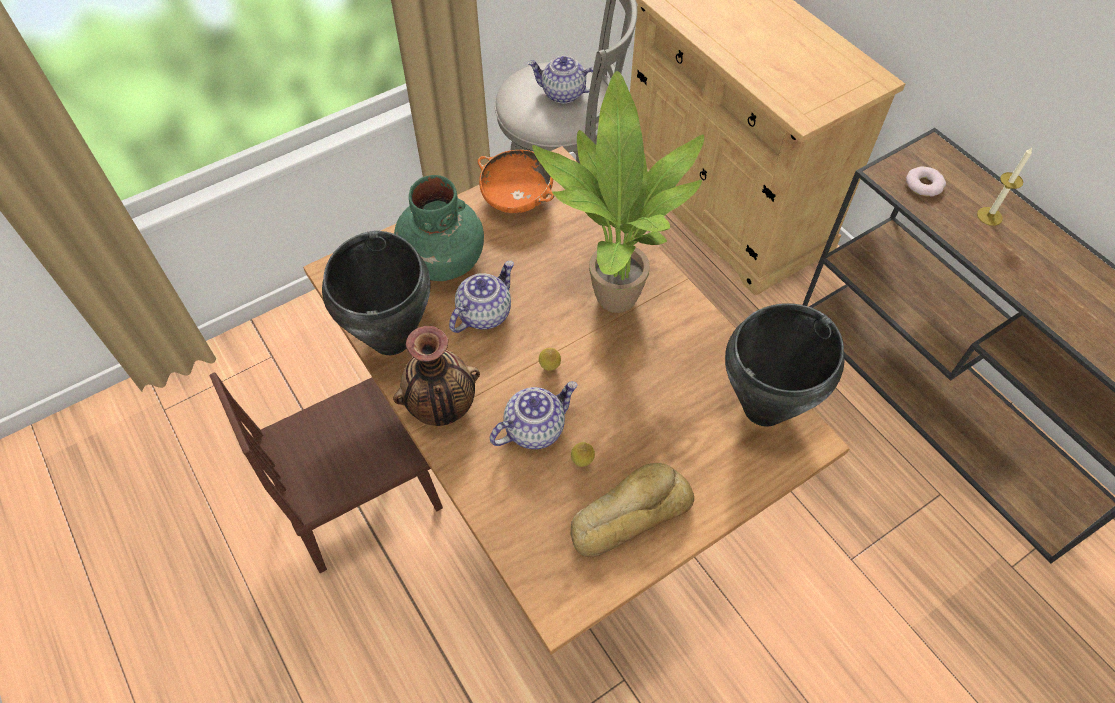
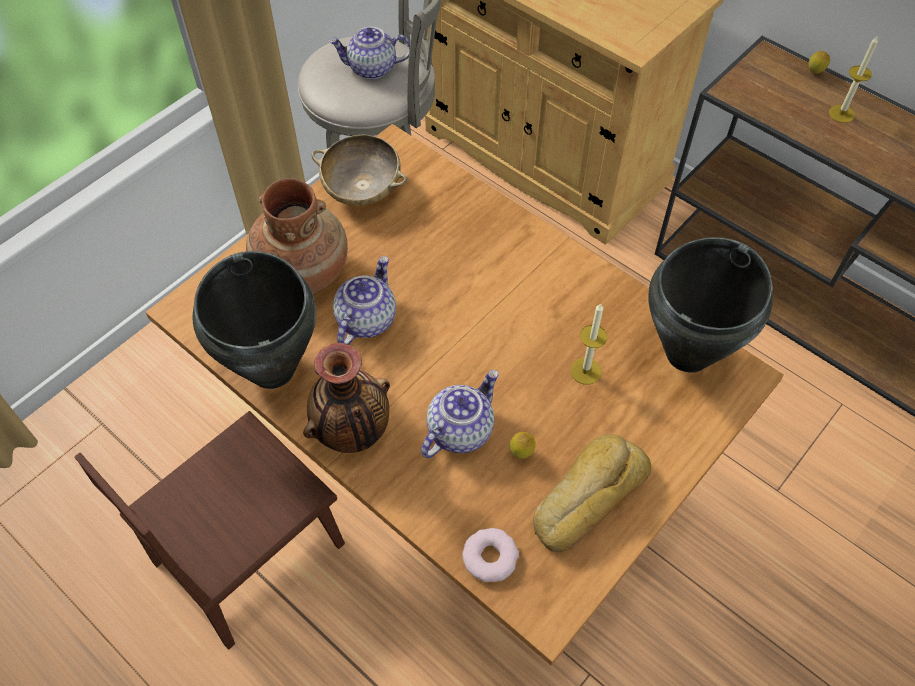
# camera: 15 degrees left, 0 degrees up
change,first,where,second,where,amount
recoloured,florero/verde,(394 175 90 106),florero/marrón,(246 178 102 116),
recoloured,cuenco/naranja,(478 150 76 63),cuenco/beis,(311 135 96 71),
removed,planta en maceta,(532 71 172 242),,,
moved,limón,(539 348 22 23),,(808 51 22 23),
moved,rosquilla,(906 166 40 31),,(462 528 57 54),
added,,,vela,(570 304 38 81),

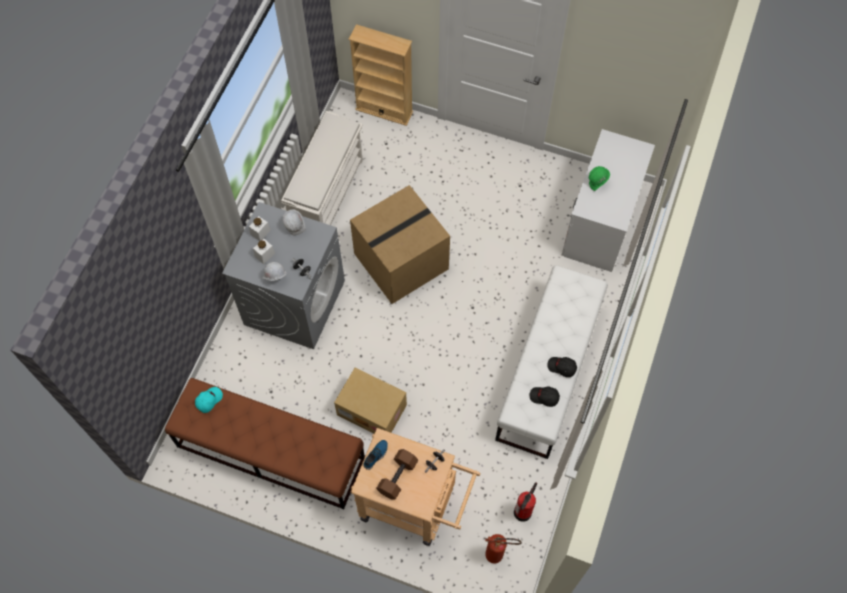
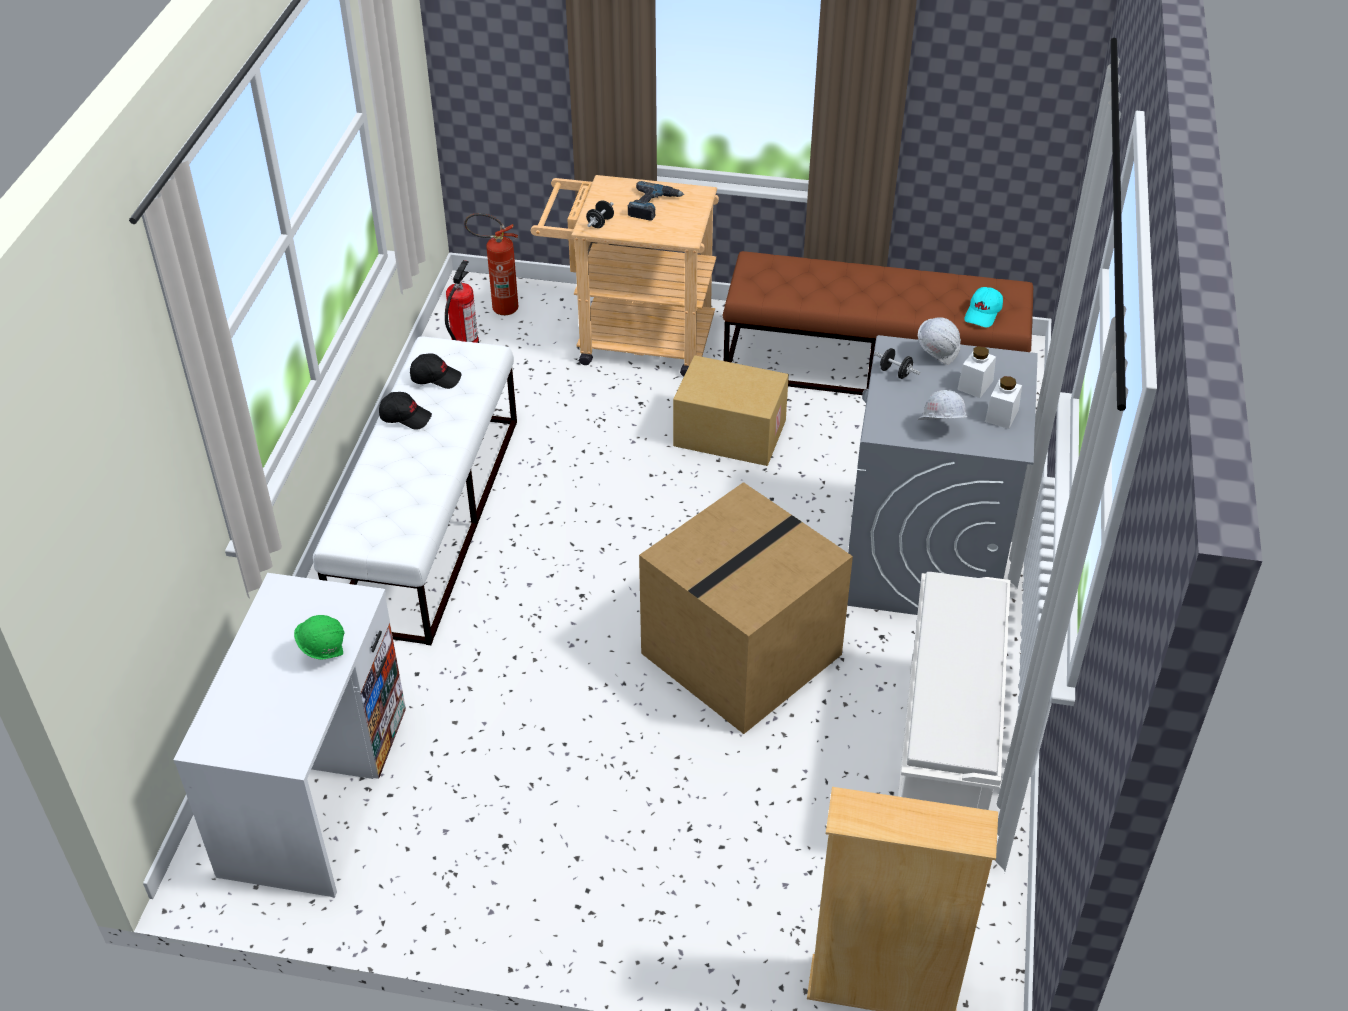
# camera: 170 degrees right, 20 degrees down
change,first,where,second,where,amount
removed,zapato,(363 440 25 30),,,
replaced,mancuerna/marrón,(376 449 42 51),taladro,(628 181 56 39),

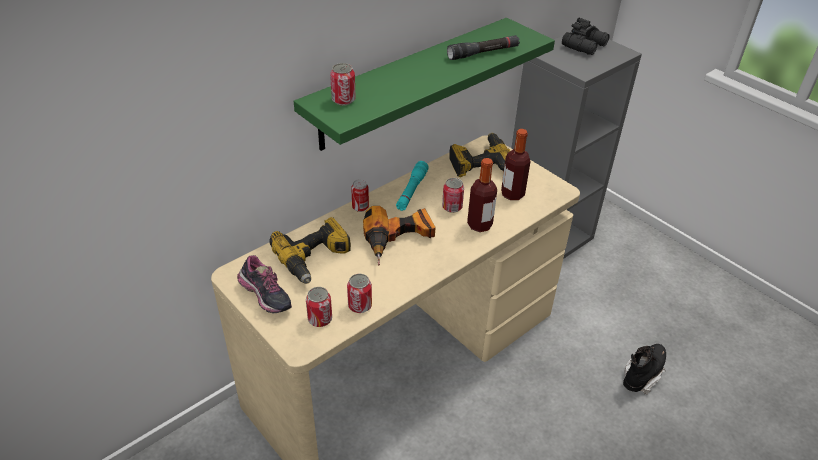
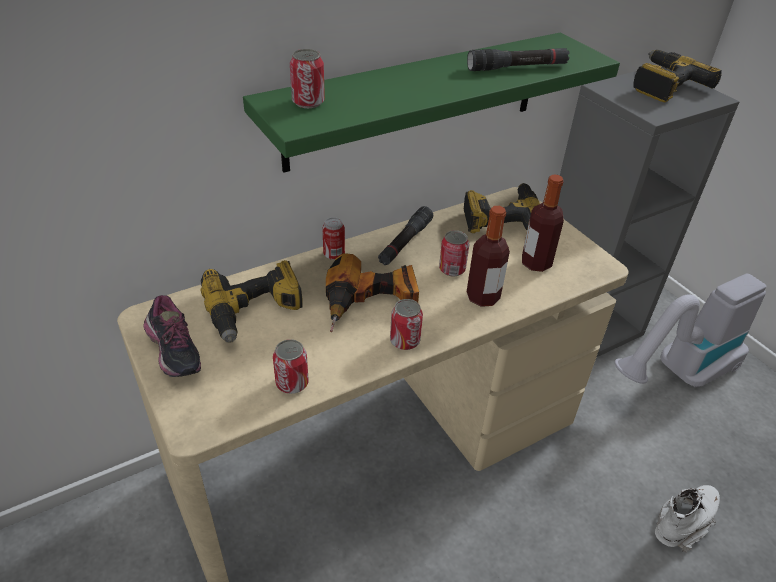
# camera: 10 degrees right, 0 degrees up
change,first,where,second,where,amount
moved,lata,(306 287 26 40),,(390 299 33 51),
recoloured,linterna/turquesa,(396 161 33 50),linterna/negro,(378 206 55 59),
replaced,prismáticos/negro,(562 17 47 38),taladro,(633 50 89 52),
recoloured,bota/negro,(623 344 43 51),bota/blanco,(655 485 65 68),
added,,,aspiradora,(614 274 152 114),

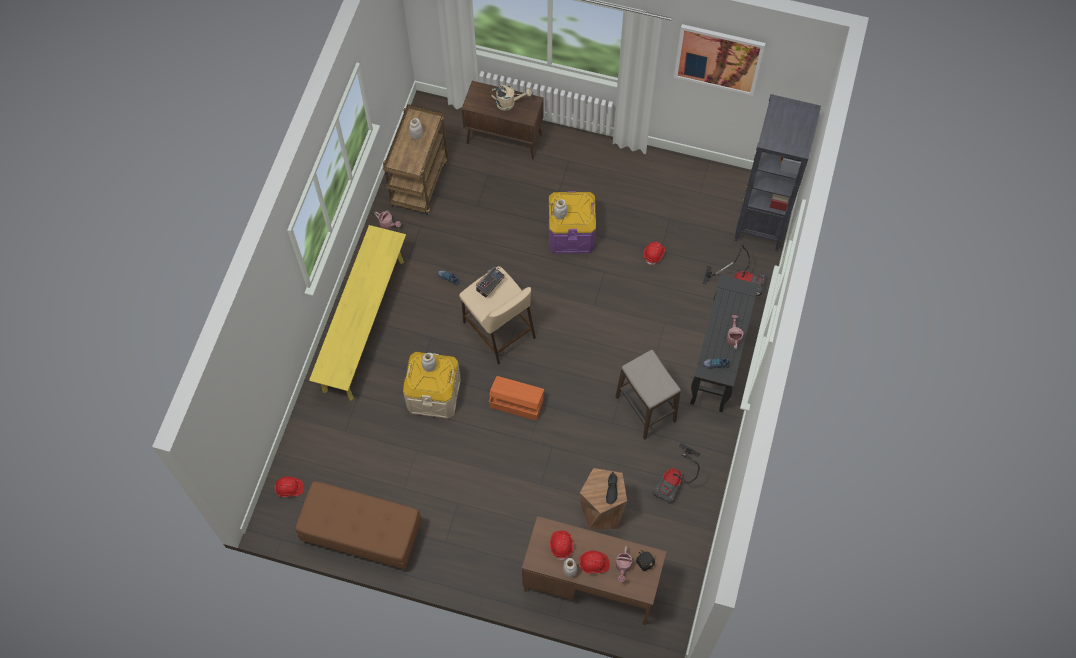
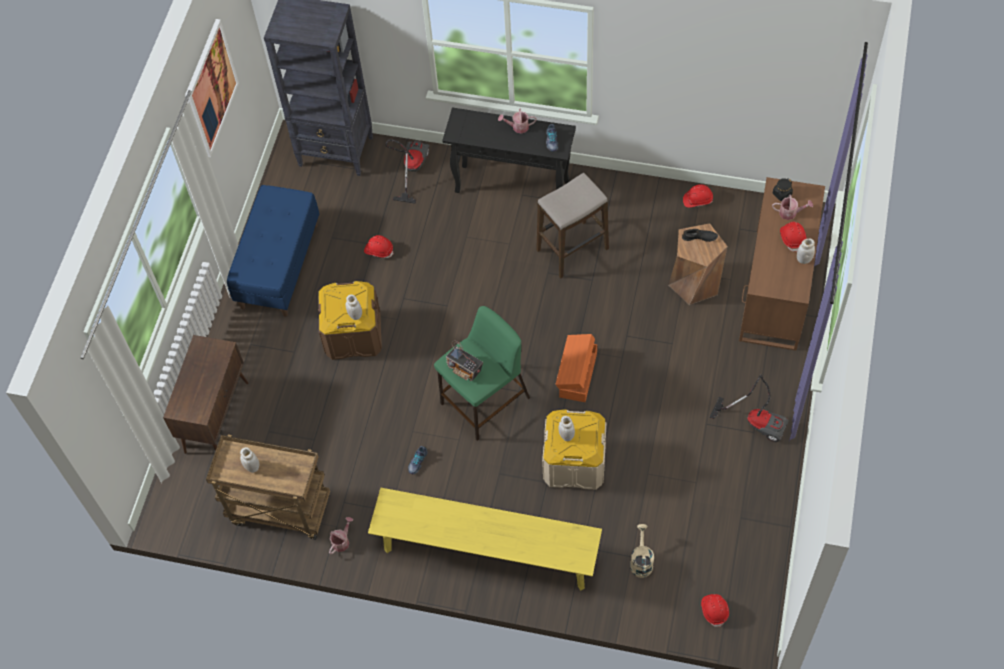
# camera: 90 degrees left, 5 degrees down
change,first,where,second,where,amount
removed,banco/marrón,(295 481 127 89),,,
recoloured,taburete/beis,(459 266 77 99),taburete/verde,(434 306 96 135),
moved,regadera/beis,(491 85 41 25),,(630 524 24 54),
recoloured,caja de almacenaje/morado,(549 191 47 63),caja de almacenaje/marrón,(318 281 64 79),
moved,casco/rojo,(550 531 23 30),,(683 184 30 23),
moved,aspiradora,(652 443 48 61),,(709 374 79 68),
added,,,banco/azul,(227 185 92 132),

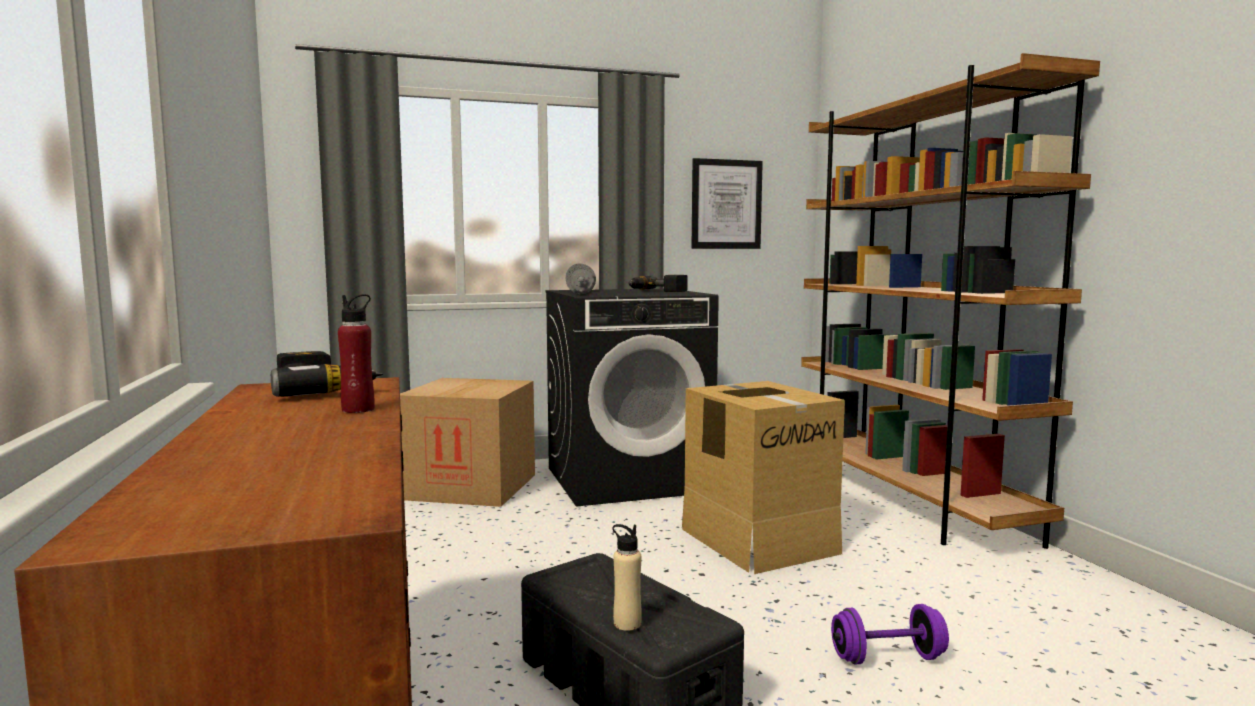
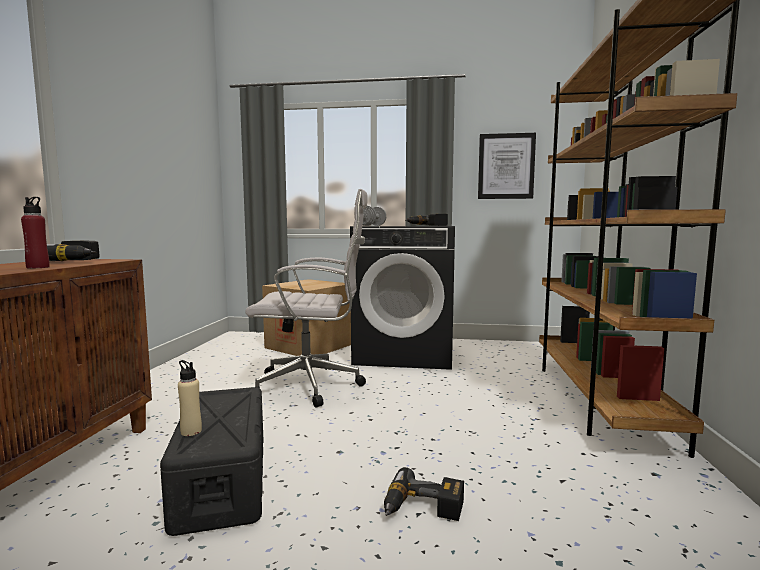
# camera: 25 degrees right, 0 degrees up
change,first,where,second,where,amount
removed,caja de cartón,(682 381 163 193),,,
replaced,mancuerna/morado,(831 604 118 60),taladro,(384 467 80 54),
added,,,silla de oficina/blanco,(245 189 123 219),

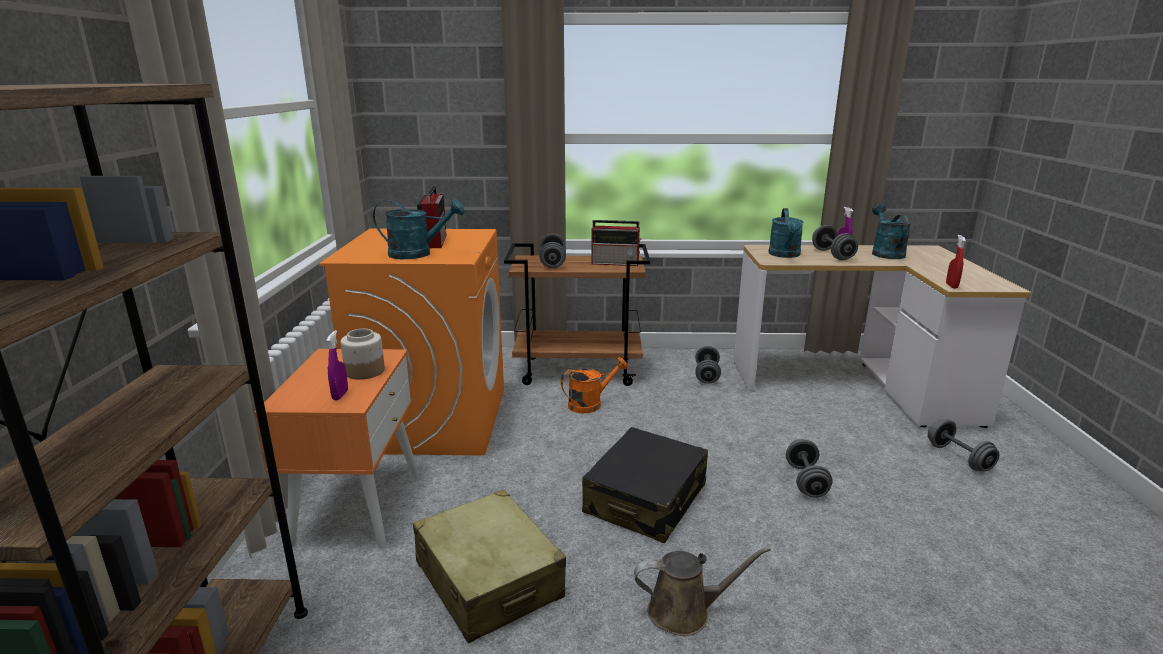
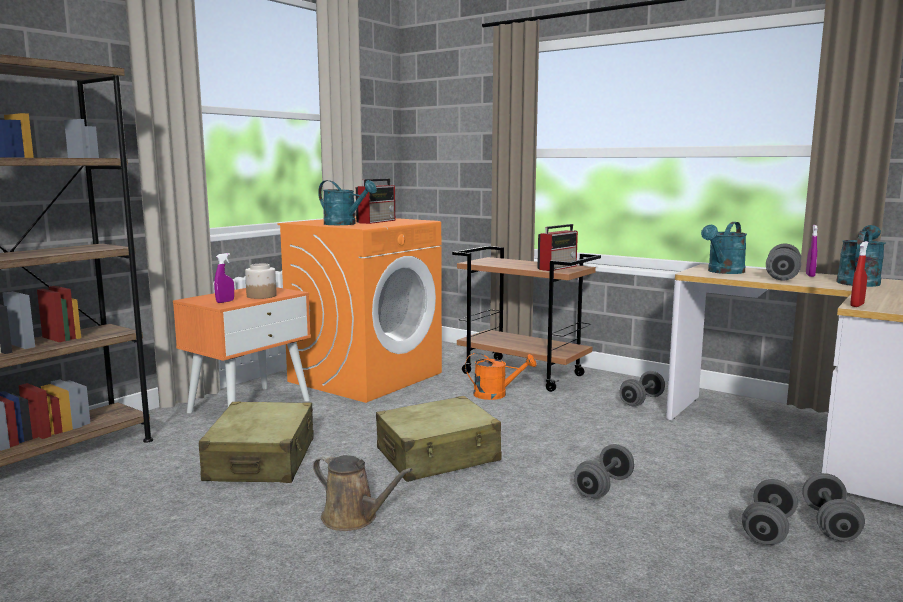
# camera: 35 degrees right, 10 degrees down
change,first,where,second,where,amount
moved,mancuerna/gris,(539 233 27 35),,(742 479 56 66),
recoloured,maleta/negro,(582 427 126 116),maleta/beis,(376 396 126 86),
turned,radio,(591 220 51 46),,(537 224 41 47),90 degrees counterclockwise

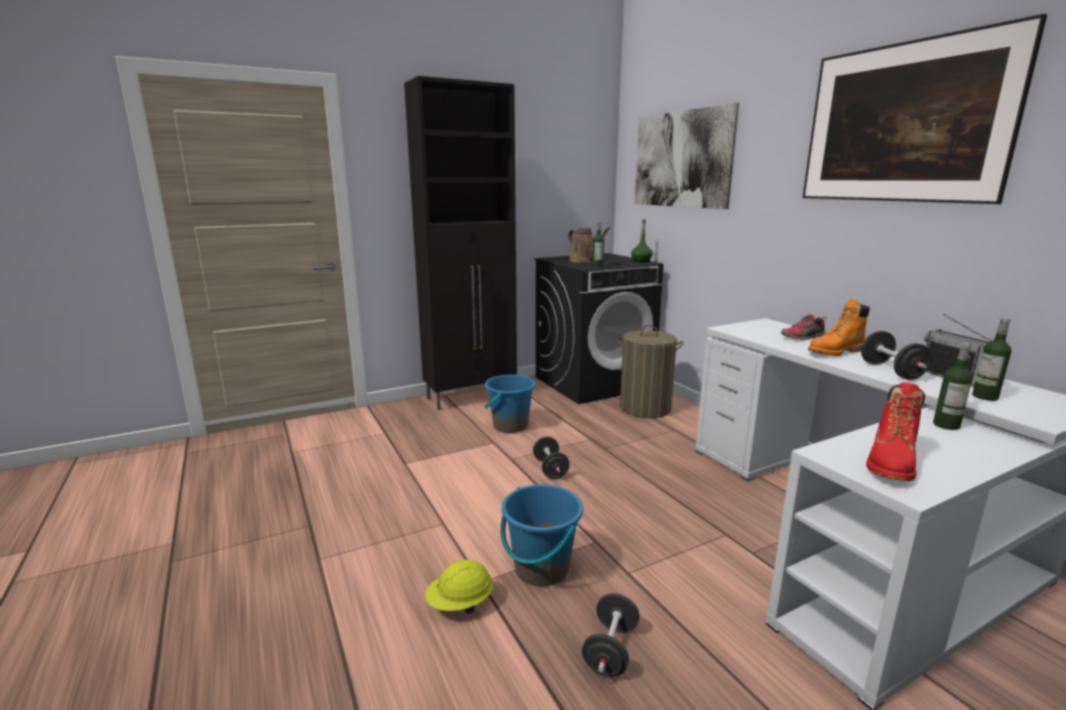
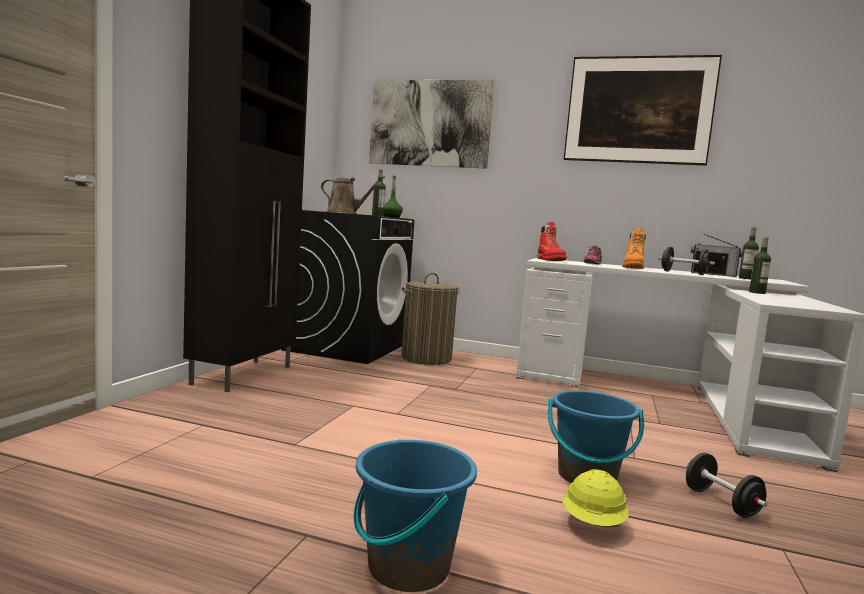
# camera: 45 degrees left, 10 degrees down
change,first,where,second,where,amount
moved,cubo/azul,(485 375 51 58),,(353 439 124 153),
removed,mancuerna/negro,(533 437 37 42),,,
moved,bota/rojo,(866 382 59 99),,(537 222 30 39),

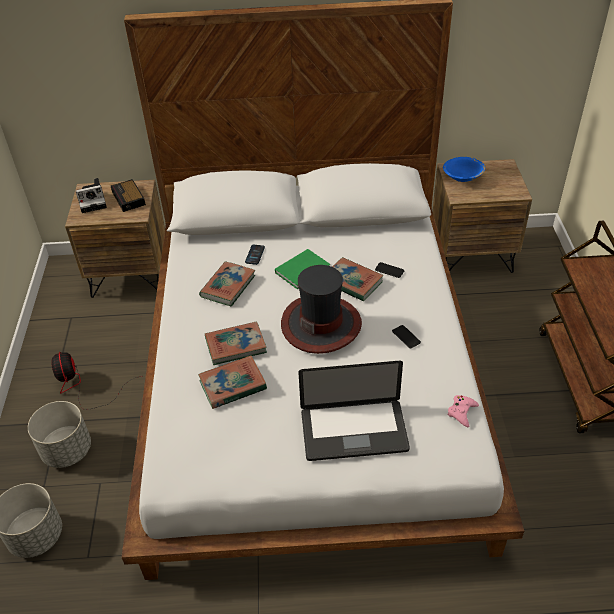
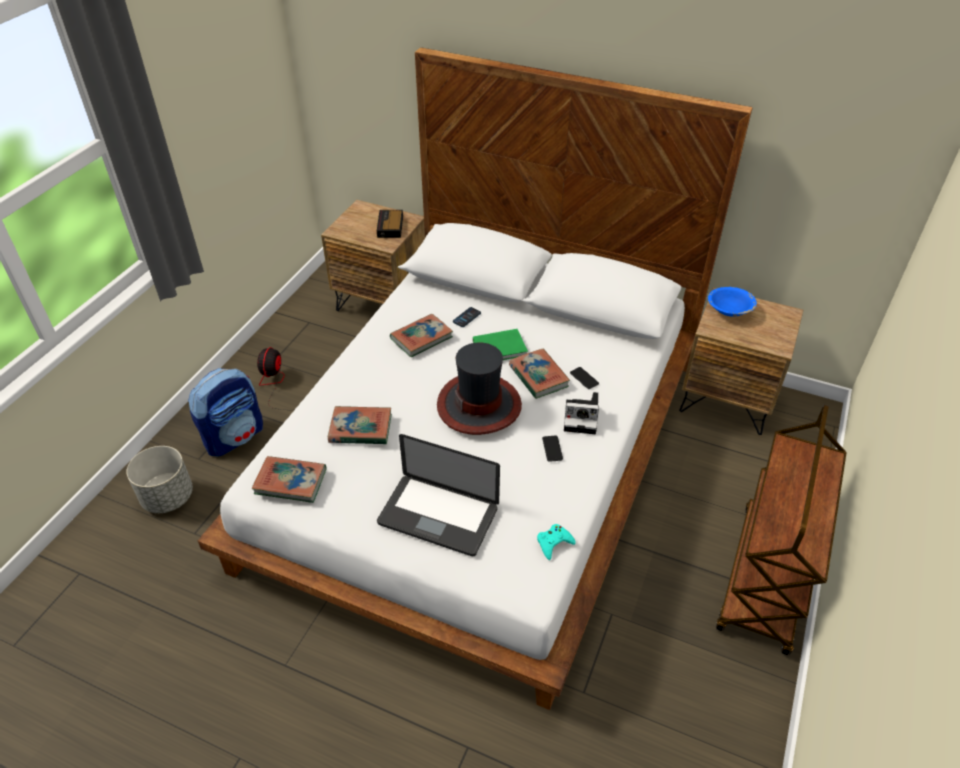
# camera: 25 degrees right, 0 degrees up
change,first,where,second,where,amount
replaced,maceta/gris,(28 401 63 67),mochila,(188 368 75 88),
moved,cámara,(76 178 31 35),,(564 392 35 42),
moved,libro,(205 321 62 44),,(252 456 74 47),
recoloured,mando de consola/rosa,(447 395 32 32),mando de consola/turquesa,(537 524 39 36),

